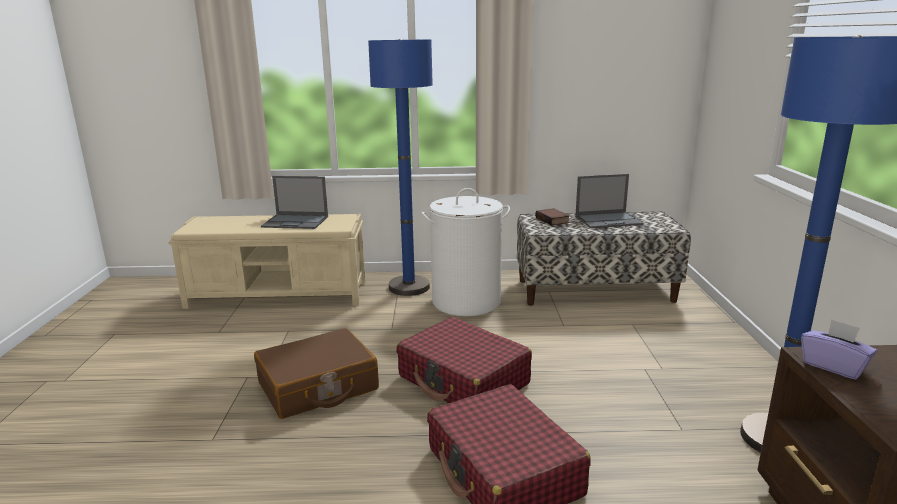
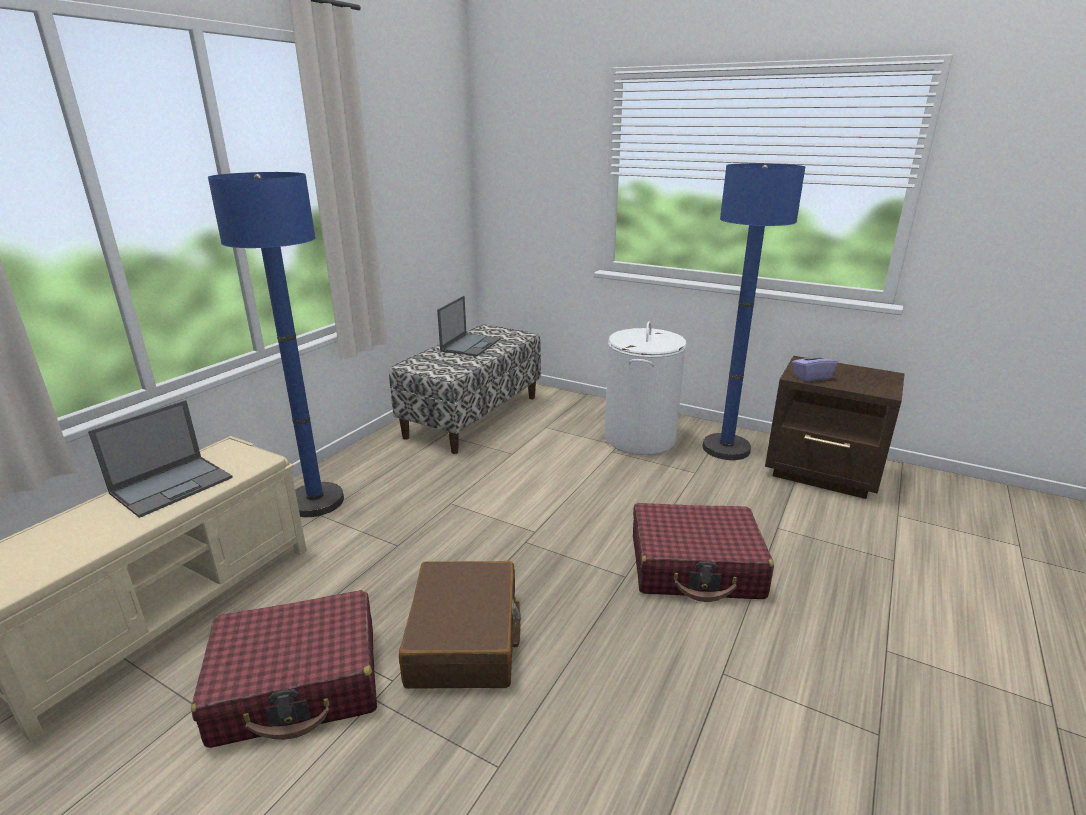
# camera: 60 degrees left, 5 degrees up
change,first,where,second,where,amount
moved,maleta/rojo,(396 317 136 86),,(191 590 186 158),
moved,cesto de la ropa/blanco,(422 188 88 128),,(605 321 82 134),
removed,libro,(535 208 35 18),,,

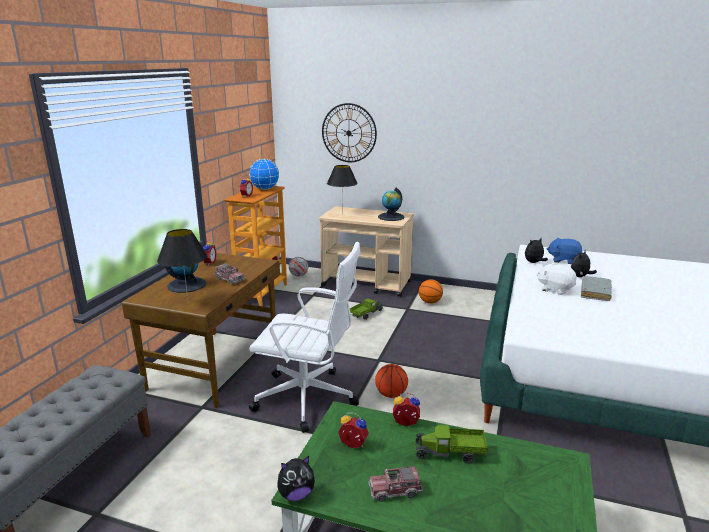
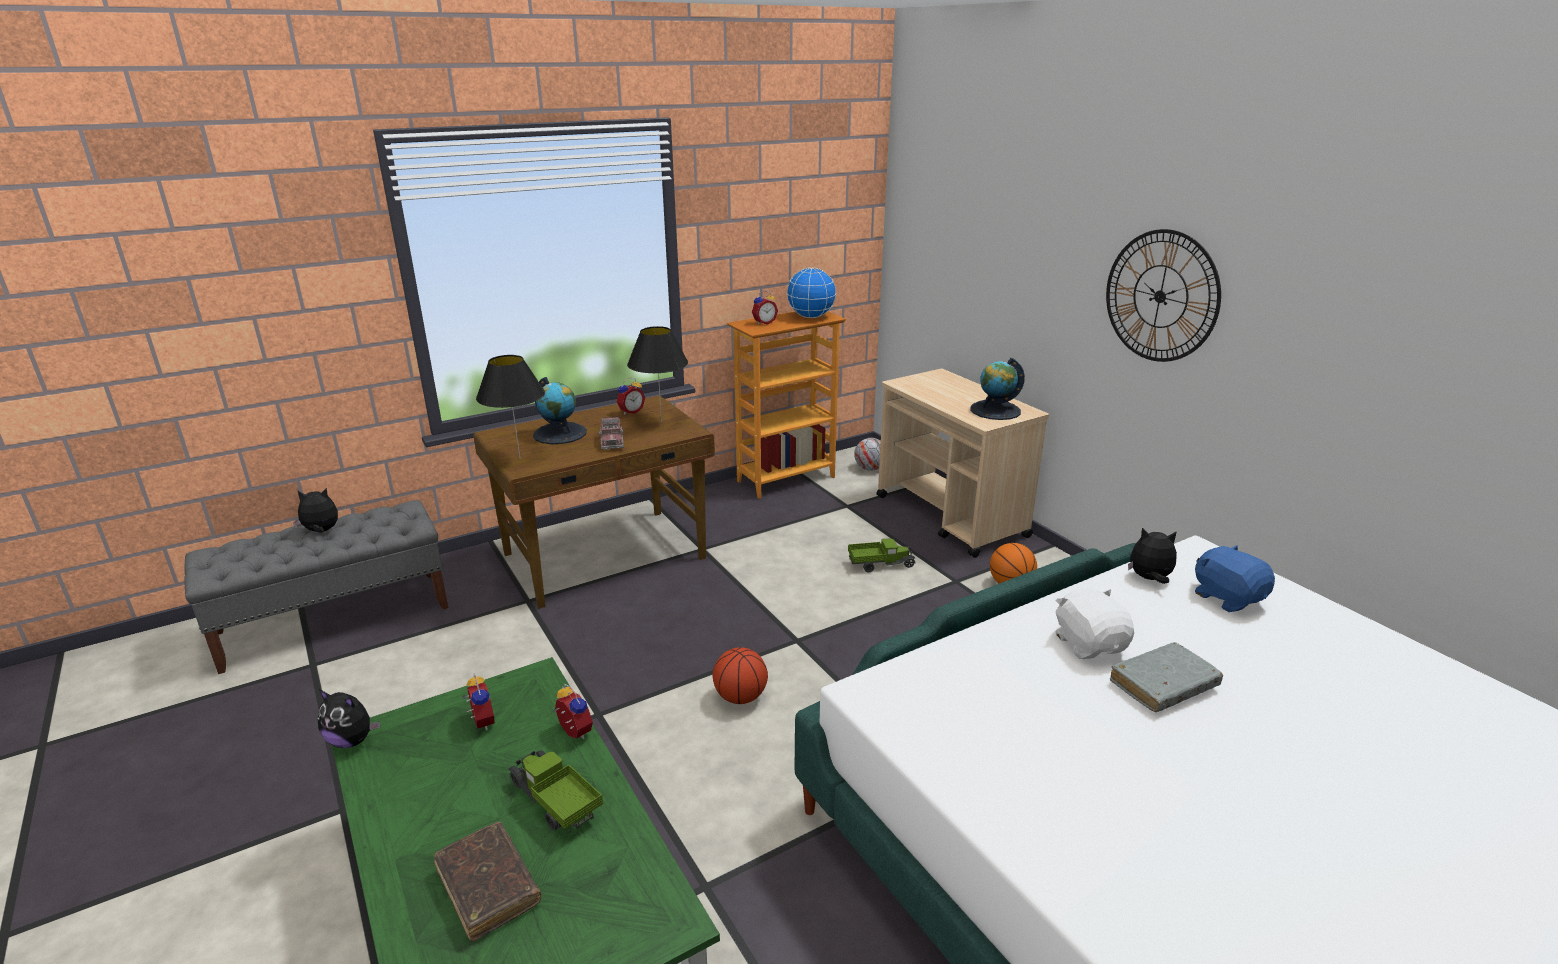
# camera: 40 degrees right, 5 degrees up
change,first,where,second,where,amount
removed,silla de oficina/blanco,(249 242 112 191),,,
moved,reloj de pared,(322 103 55 59),,(1106 229 115 133),
moved,lámpara de mesa/negro,(327 165 31 50),,(627 326 61 96),
removed,camión de juguete,(368 466 55 36),,,
moved,peluche,(571 251 26 26),,(293 488 45 45),
added,,,libro/marrón,(434 822 107 119),

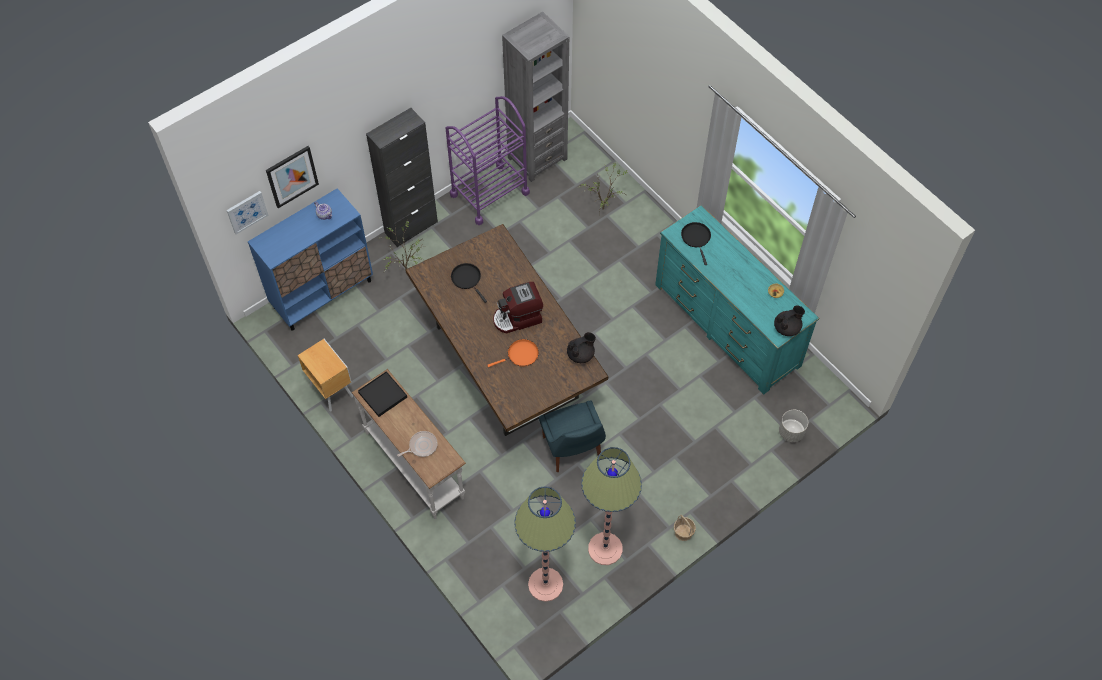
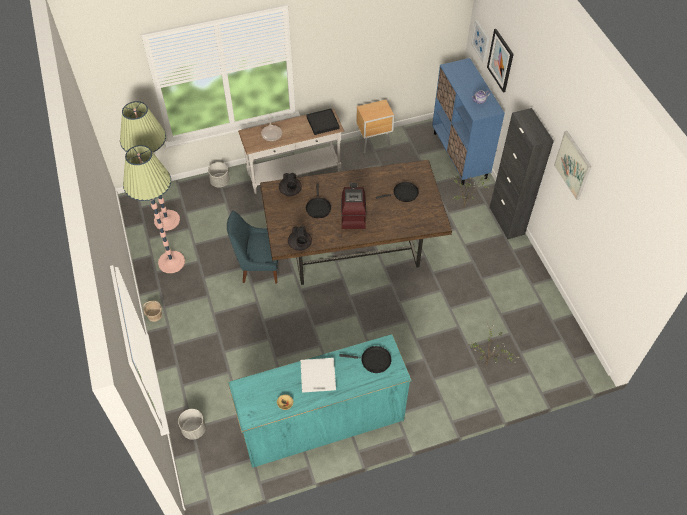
# camera: 110 degrees right, 5 degrees down
change,first,where,second,where,amount
removed,carrito/morado,(445 96 85 129),,,
recoloured,sartén/naranja,(487 339 52 28),sartén/negro,(306 183 25 35),
removed,estantería/gris,(502 12 67 170),,,
moved,tetera/negro,(774 305 31 31),,(279 173 23 23),
added,,,maceta/gris,(208 162 22 26),
added,,,bandeja/blanco,(301 358 35 35),
added,,,cuadro,(554 131 37 69),

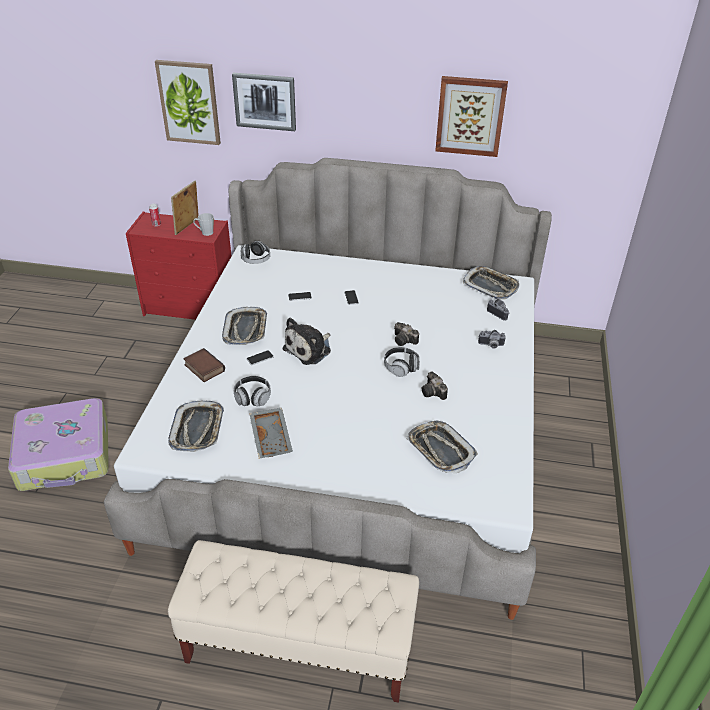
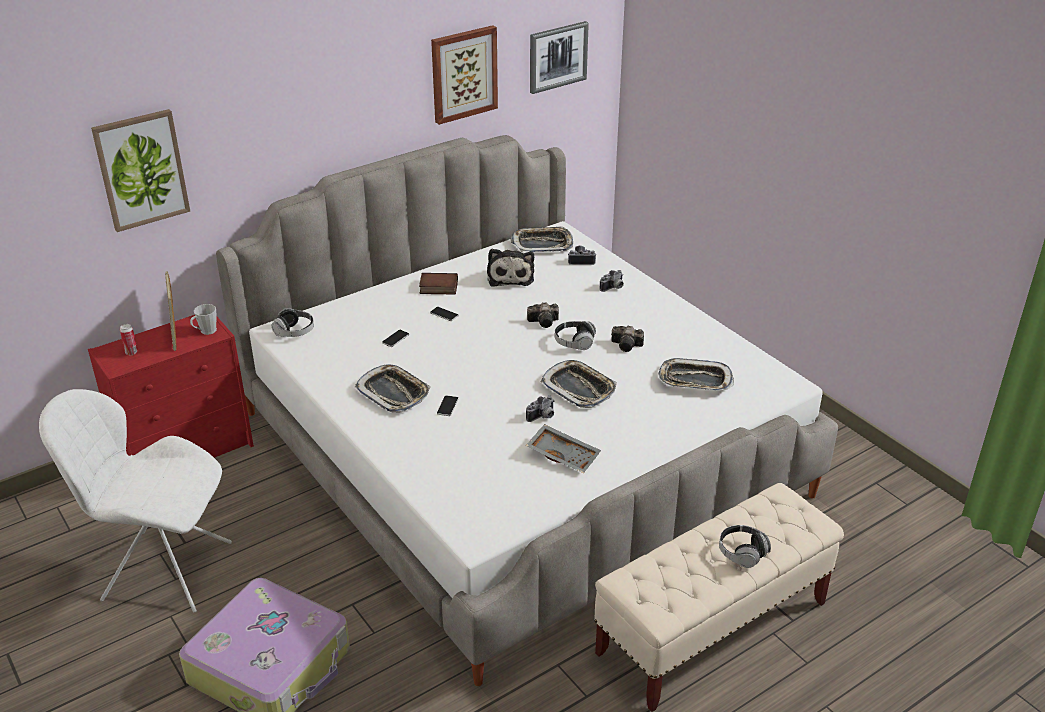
# camera: 45 degrees left, 5 degrees down
change,first,where,second,where,amount
moved,bandeja,(169 401 55 51),,(541 360 76 48),
moved,libro,(184 348 41 34),,(419 273 39 22),
moved,cuadro,(232 73 64 58),,(530 21 59 73),
moved,auriculares,(233 376 38 31),,(719 525 52 43),
moved,peluche,(283 318 48 47),,(487 249 47 38),
added,,,silla/blanco,(39 389 193 224),
added,,,cámara,(526 395 28 27),

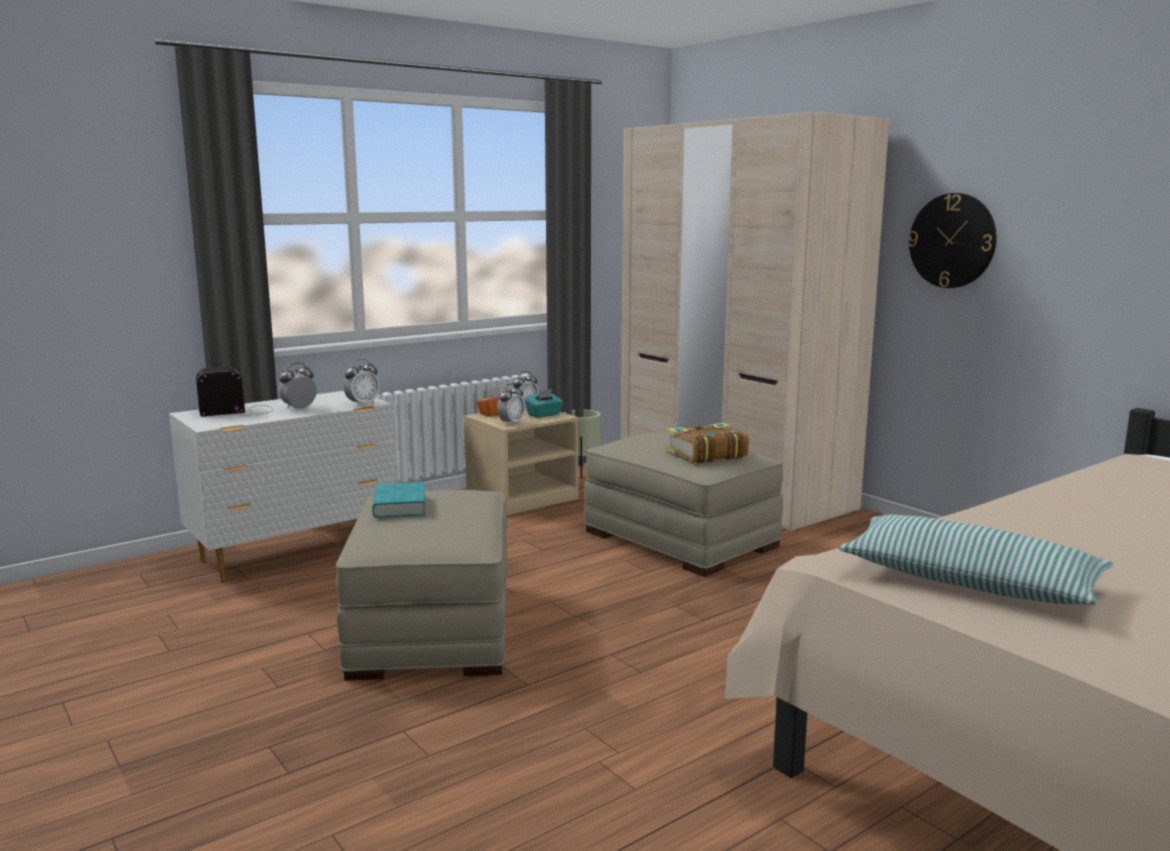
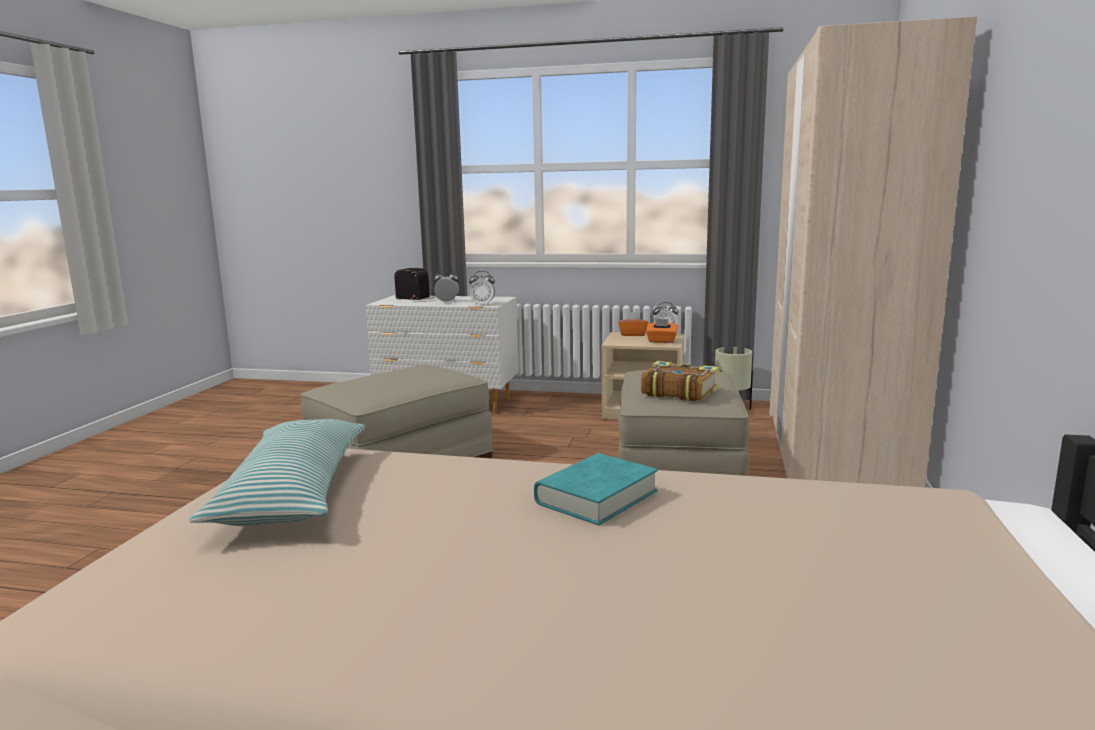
# camera: 50 degrees right, 0 degrees up
change,first,where,second,where,amount
moved,libro/turquesa,(372 482 54 36),,(534 453 124 72),
removed,despertador,(497 384 28 41),,,
recoloured,caja de pañuelos/turquesa,(524 389 39 29),caja de pañuelos/naranja,(646 319 32 24),
removed,reloj de pared,(908 193 89 95),,,

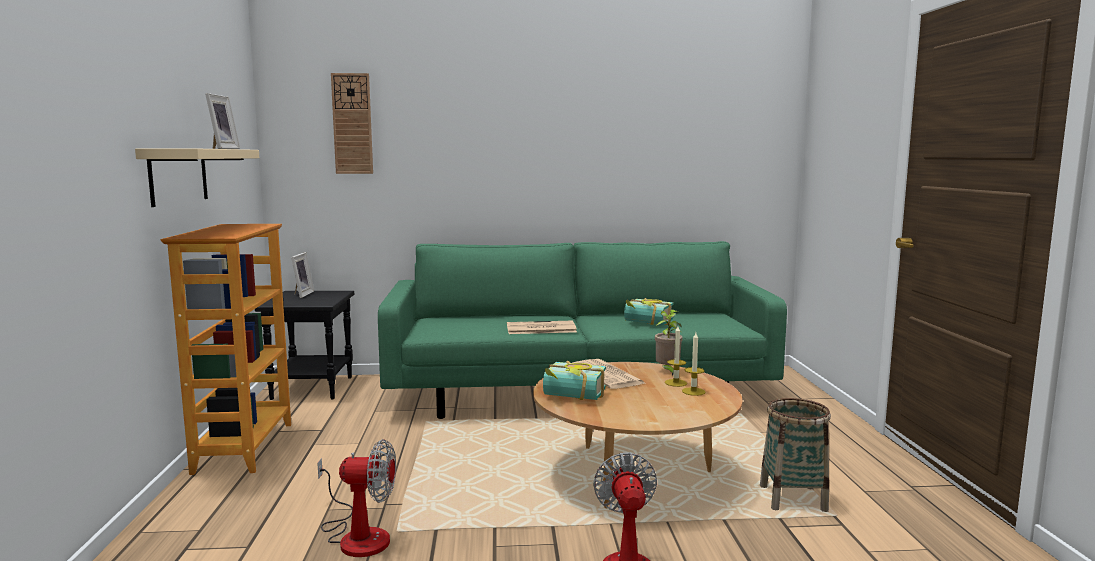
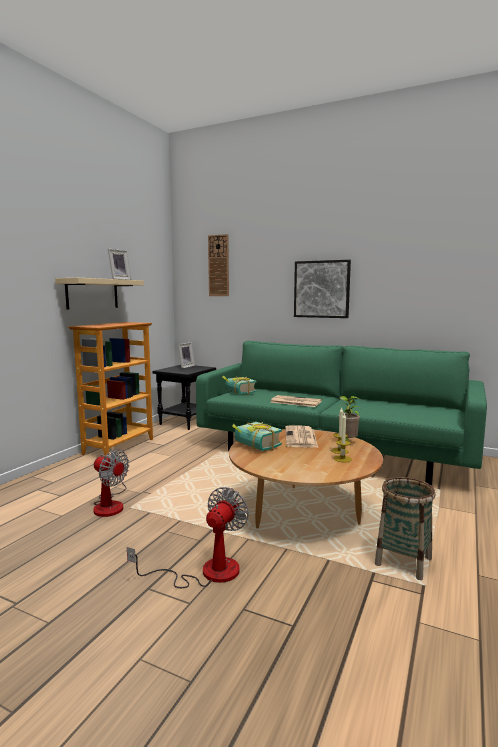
# camera: 30 degrees right, 0 degrees up
change,first,where,second,where,amount
moved,libro,(624 298 50 27),,(222 376 35 19),
added,,,cuadro,(294 260 57 58),

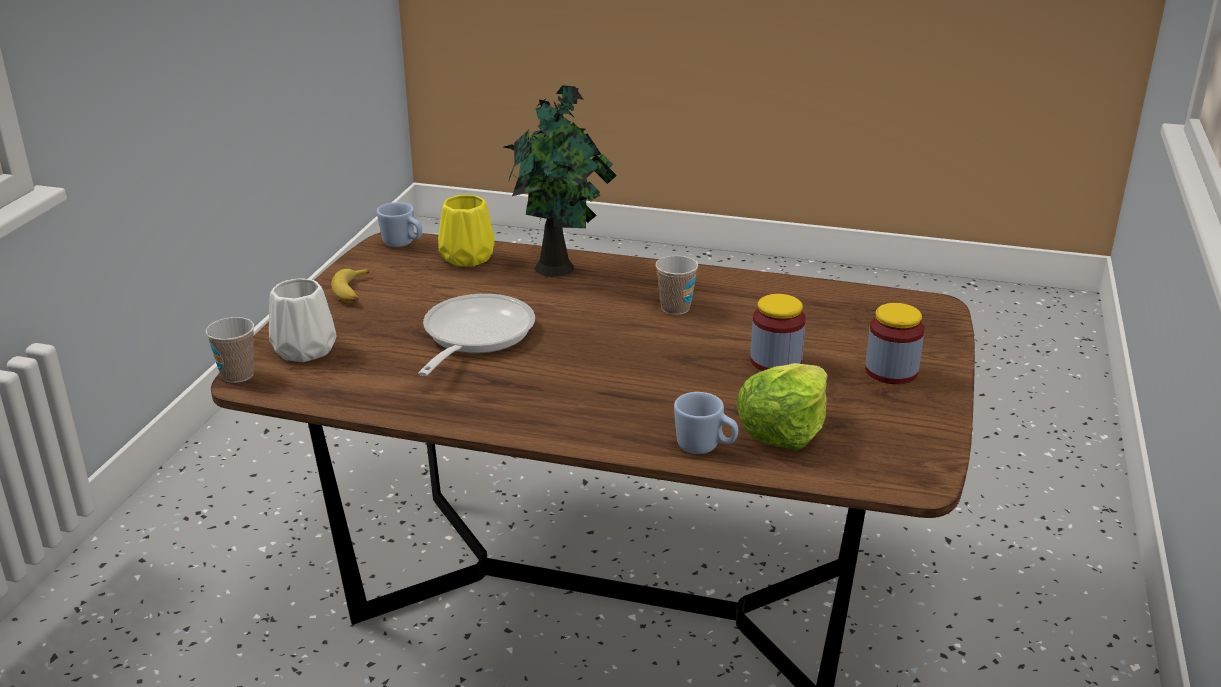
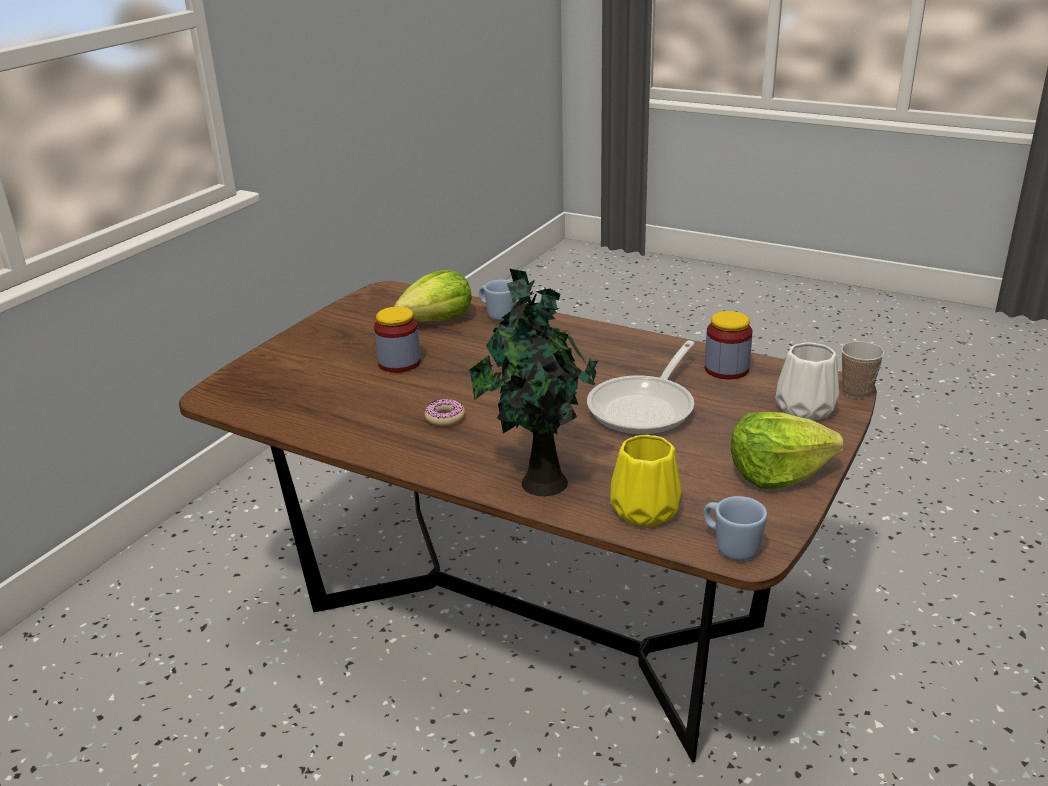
# camera: 165 degrees left, 0 degrees up
change,first,where,second,where,amount
replaced,plátano,(331 268 38 35),lechuga,(731 412 113 77),
replaced,taza,(655 256 43 59),rosquilla,(425 399 40 27),
moved,tarro,(865 303 59 81),,(705 311 48 68),

